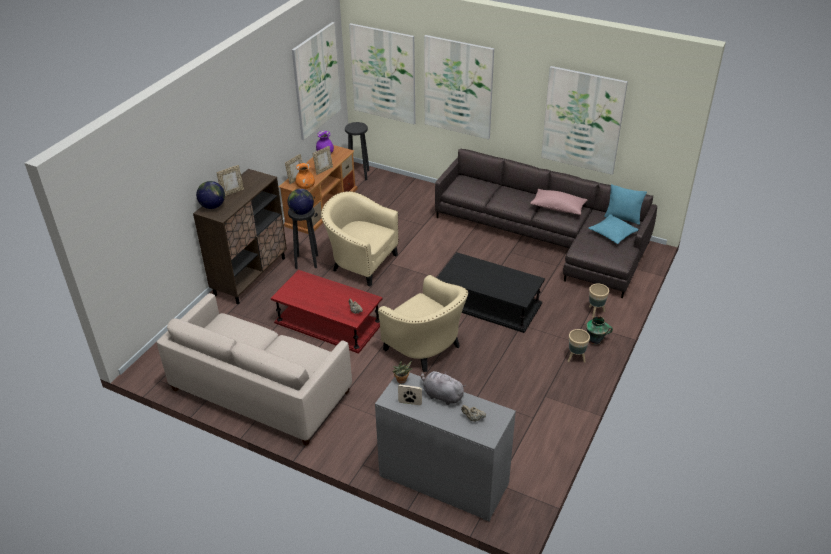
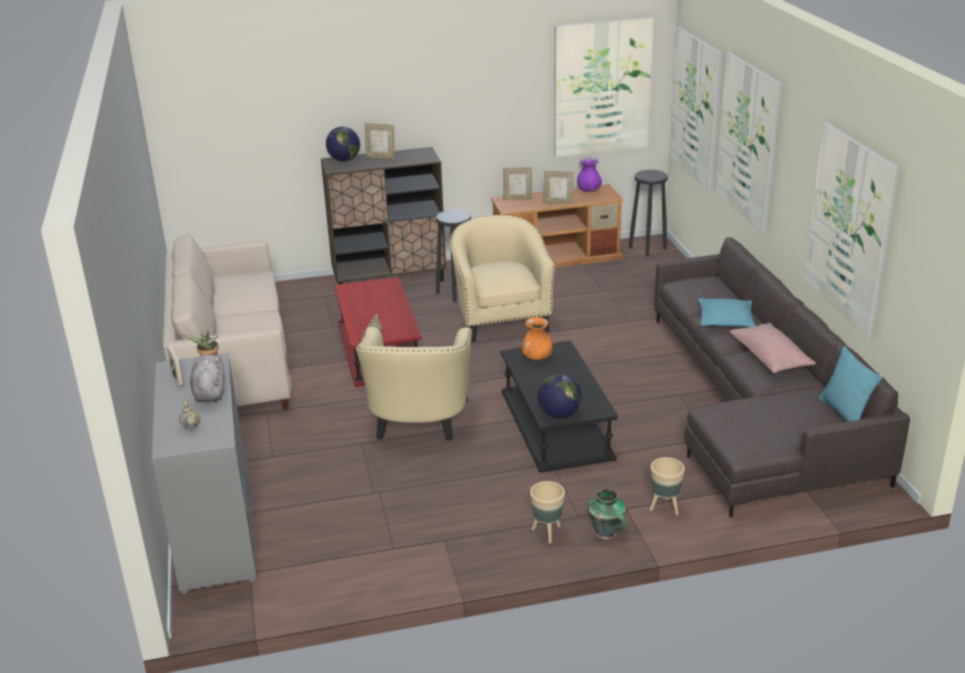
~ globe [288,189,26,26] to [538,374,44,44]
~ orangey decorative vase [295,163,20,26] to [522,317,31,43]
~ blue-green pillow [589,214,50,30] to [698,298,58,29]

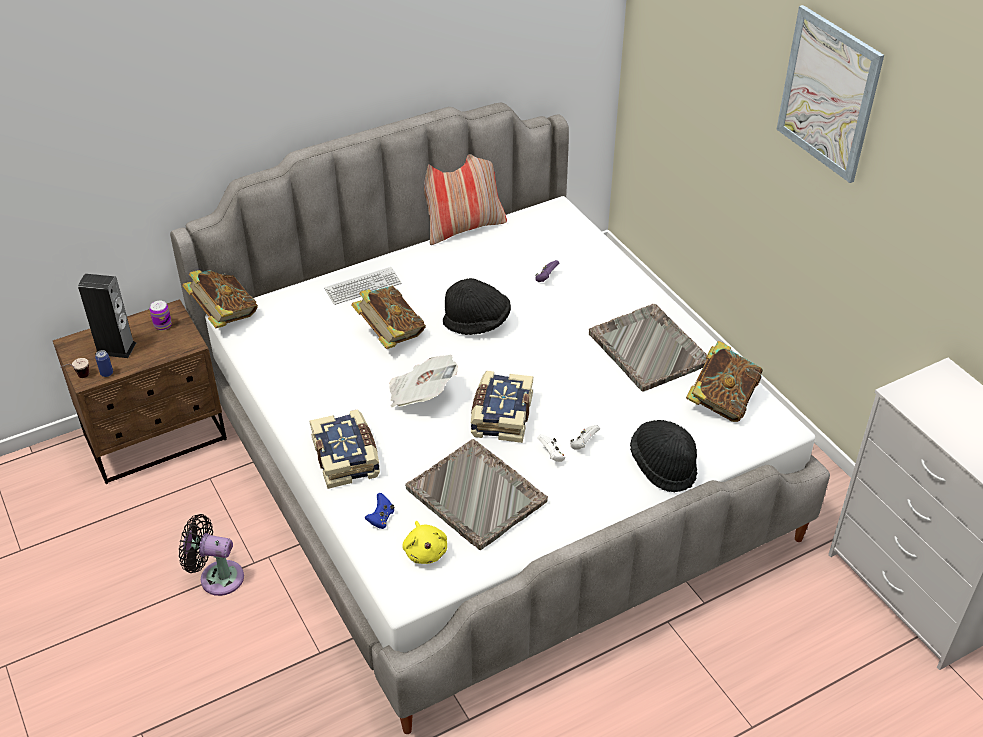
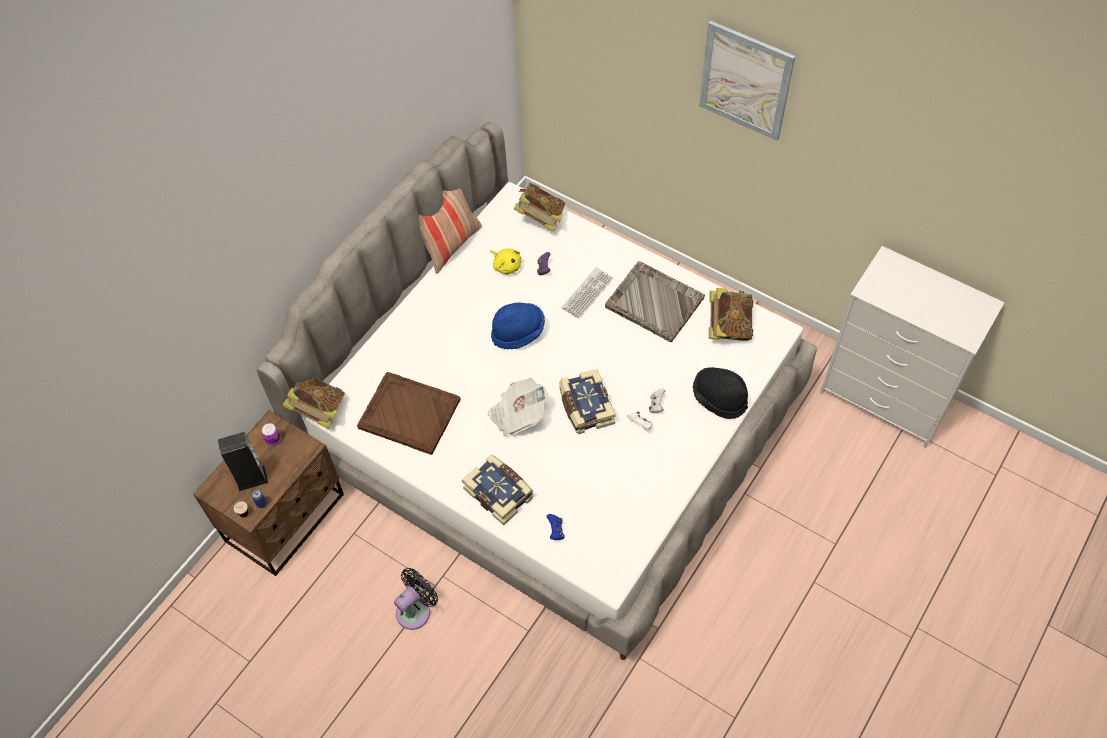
~ black-coloured electric fan [179,514,65,82] = [394,568,44,62] 150 degrees clockwise
~ keyboard [324,267,77,38] to [561,267,52,52]
~ bound book [351,286,75,63] to [514,183,52,49]
~ yellowish soft toy [402,521,45,43] to [490,248,32,26]
- grey tray [405,439,143,111]
~ black-coloured clothing hat [443,278,68,57] to bluish clothing hat [491,303,54,46]
+ brownish tray [357,372,103,83]

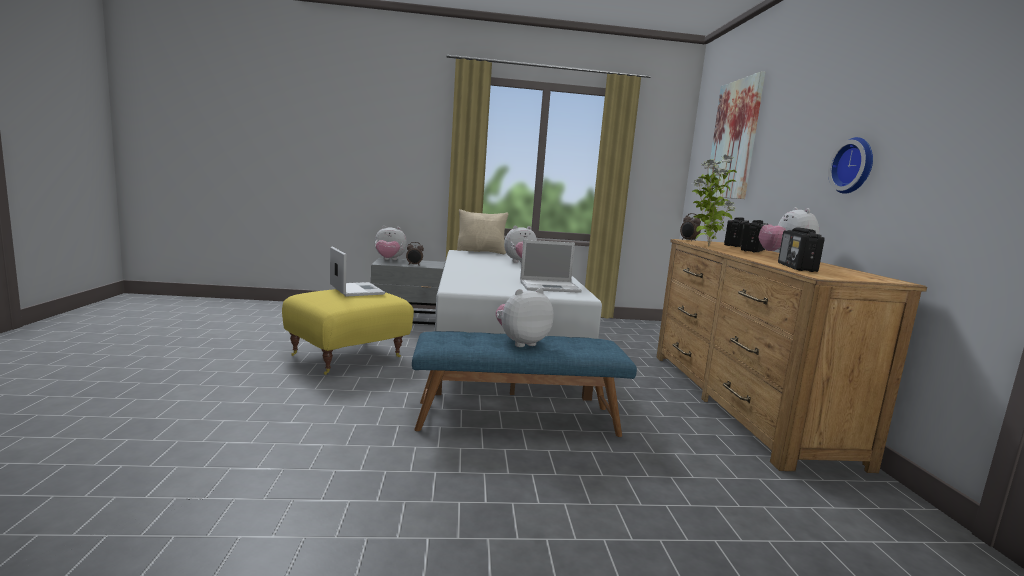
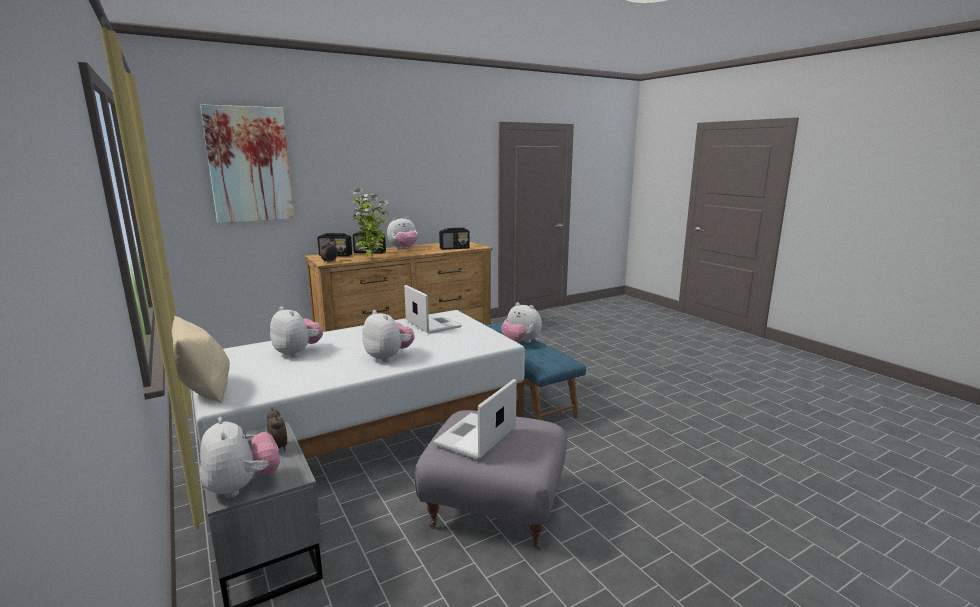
~ yellowish pouffe [282,289,132,86] to grey pouffe [414,410,153,140]
- clock on the wall [828,137,45,57]
+ soft toy [362,310,53,52]

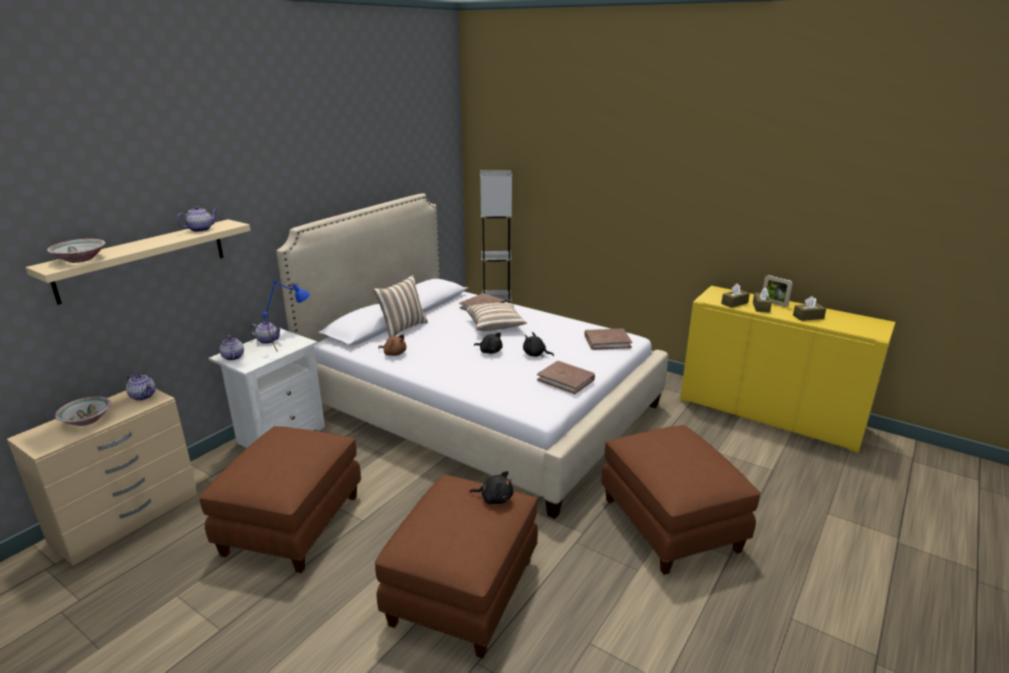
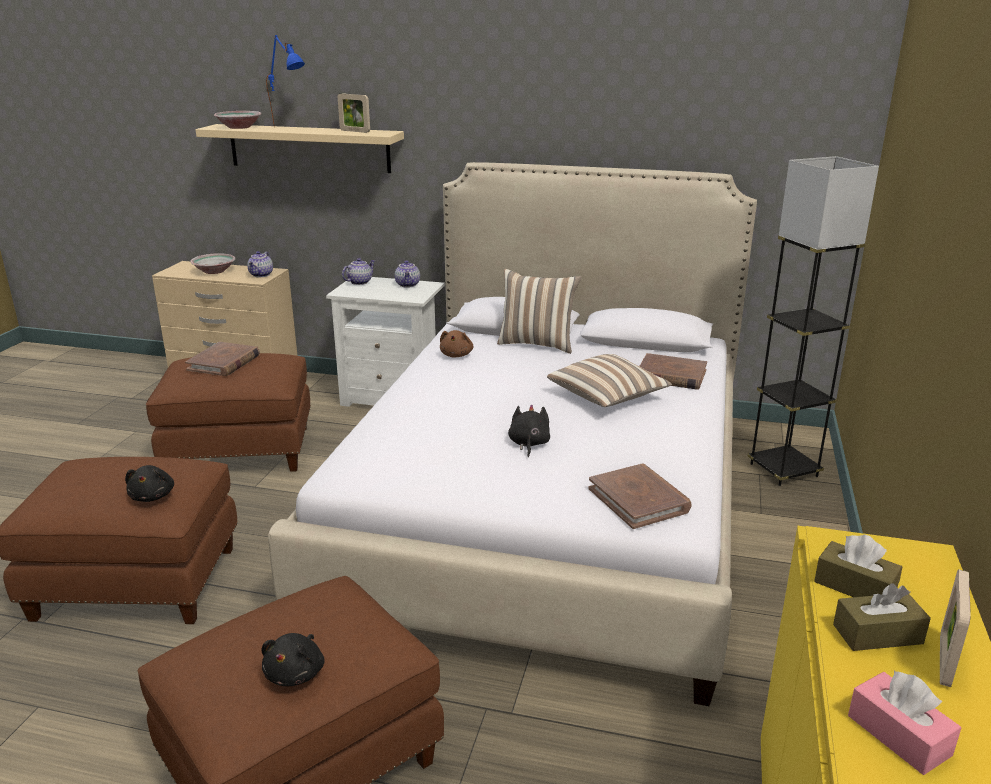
~ pot for tea [177,206,41,26] to standing frame [338,93,32,40]
~ bluish table lamp [263,280,47,72] to [266,35,39,92]
~ black-coloured soft toy [474,333,29,21] to [262,633,62,53]
~ brownish bound book [537,361,58,33] to [185,342,75,34]
~ brownish tissue holder [793,296,33,25] to pink-coloured tissue holder [848,671,113,104]

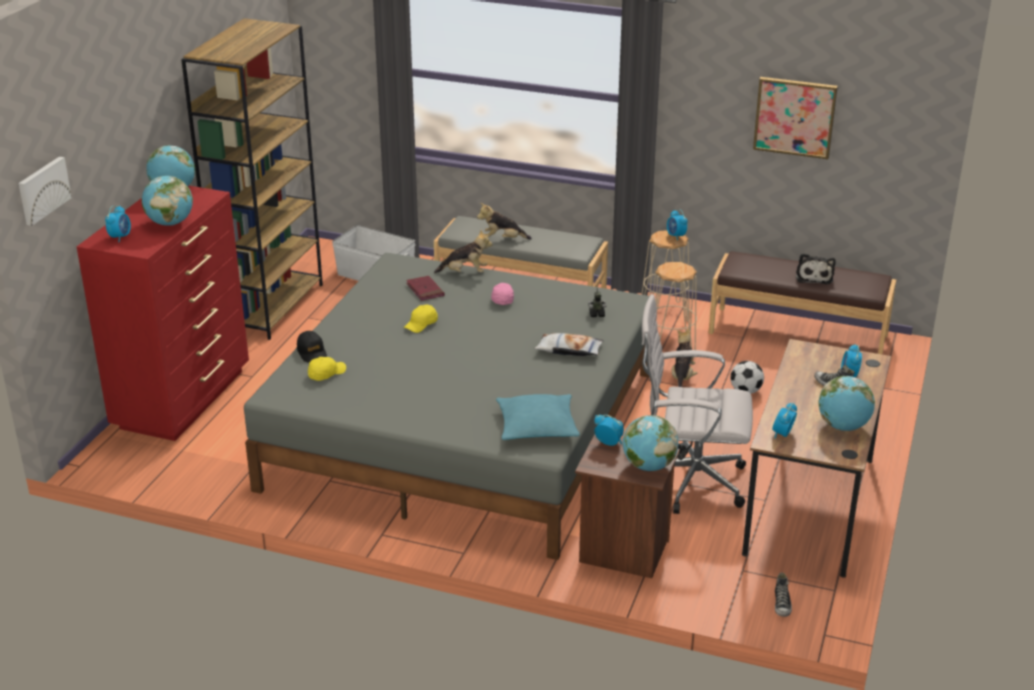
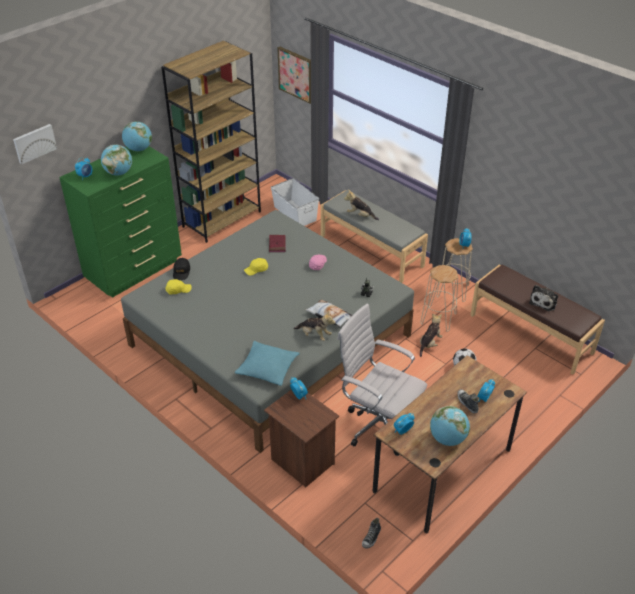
~ red-coloured dresser [77,186,172,255] to green dresser [59,146,123,152]
~ soft toy [434,230,59,43] to [294,311,42,30]
- globe [623,415,55,56]
~ wall art [753,77,85,82] to [277,47,34,57]

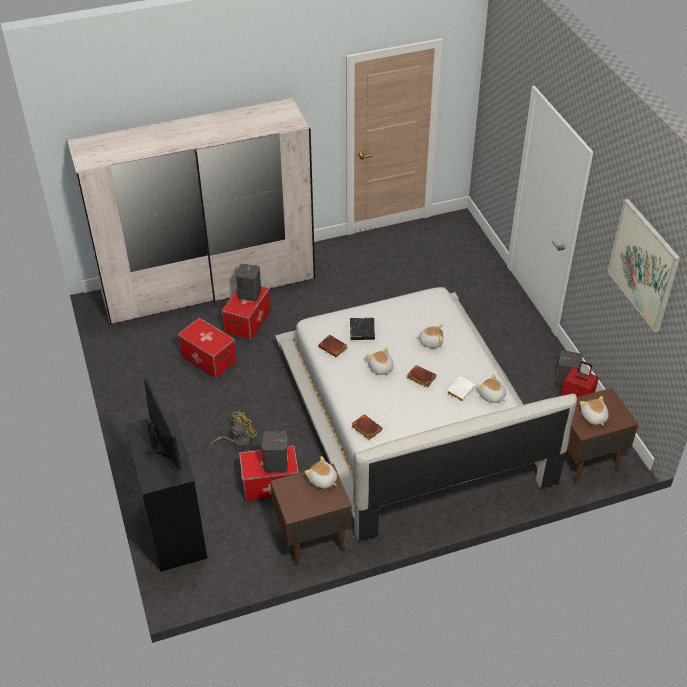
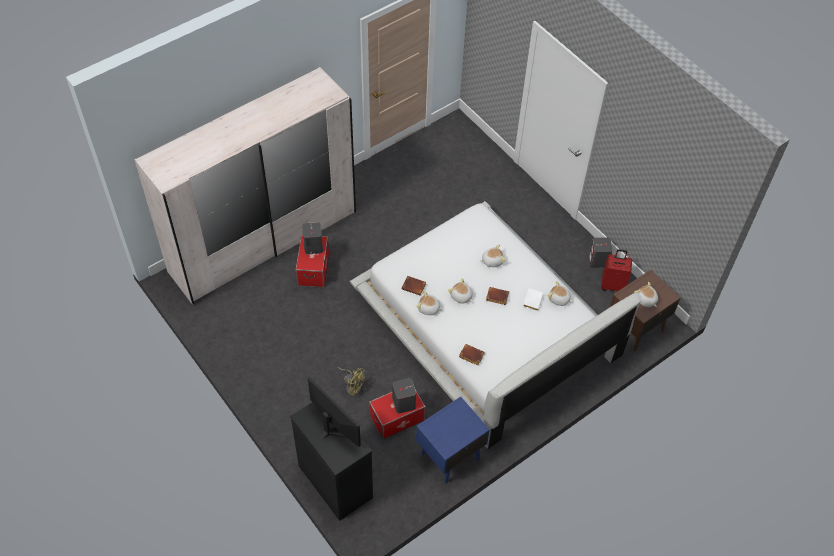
- storage container [177,318,60,60]
~ yellowish electric fan [210,411,47,36] = [338,366,27,30] 90 degrees clockwise
~ brownish nightstand [270,464,82,102] to bluish nightstand [416,396,74,88]
~ soft toy [304,456,33,33] to [416,291,26,24]
- black-coloured bound book [350,318,25,22]
- wall art [607,199,73,133]

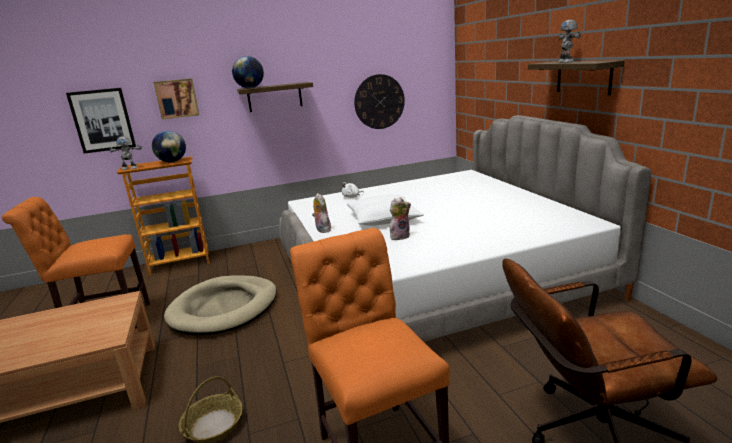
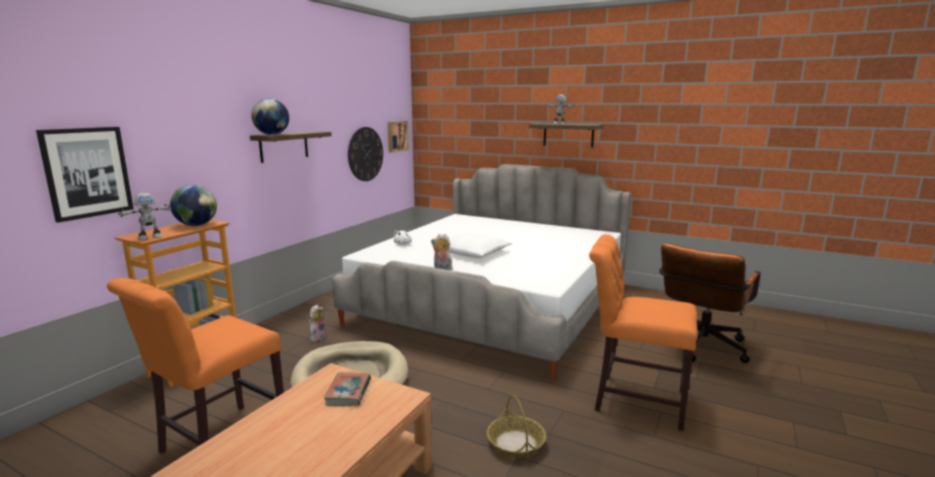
~ wall art [153,79,46,40] to [388,121,21,31]
~ soft toy [390,197,21,43] to [309,304,16,38]
+ bound book [324,372,47,34]

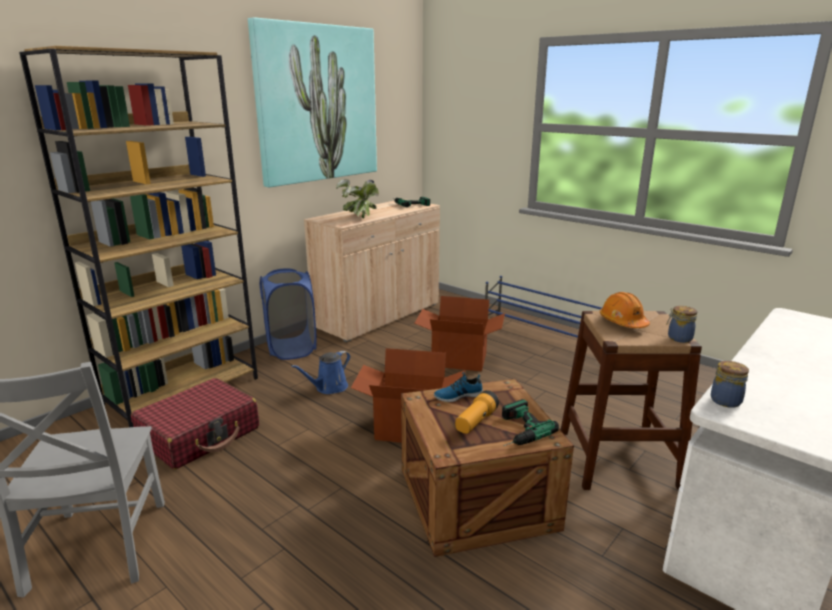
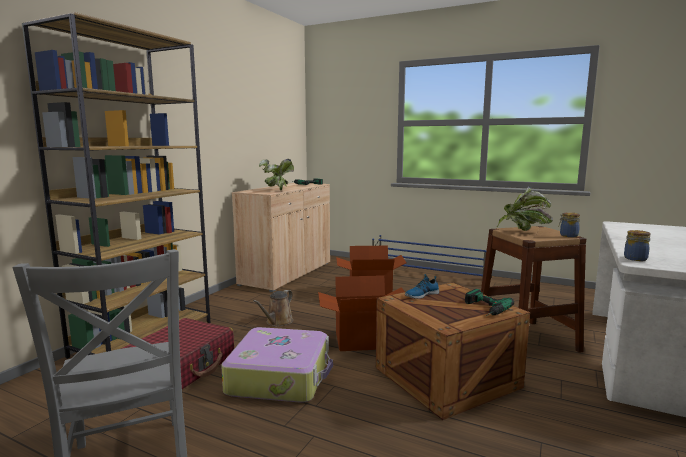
- wall art [248,17,129,170]
- bluish washing basket [260,268,57,92]
~ bluish sprinkling can [291,351,59,43] to brownish sprinkling can [253,290,41,37]
- hand torch [455,390,44,44]
~ orangey work helmet [600,292,50,36] to houseplant [497,186,56,45]
+ suitcase [221,327,112,76]

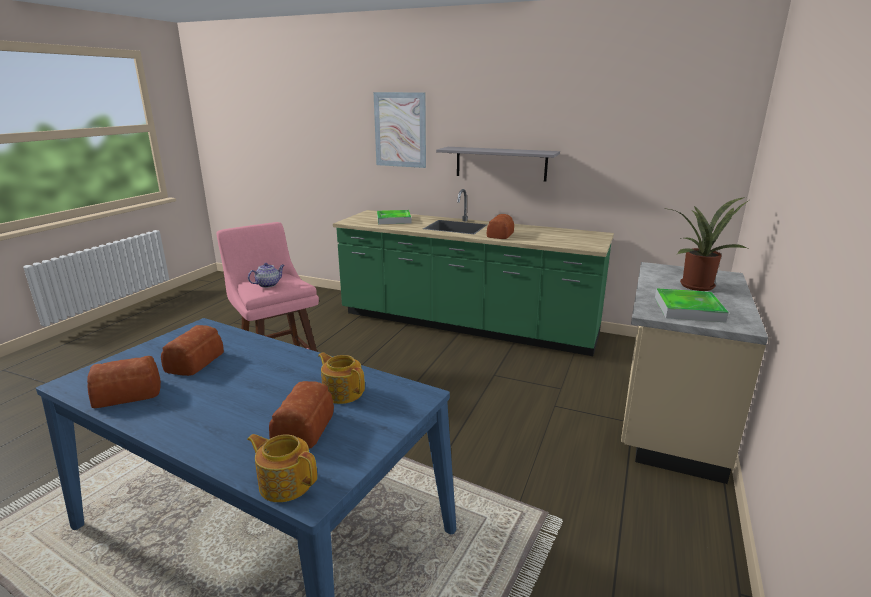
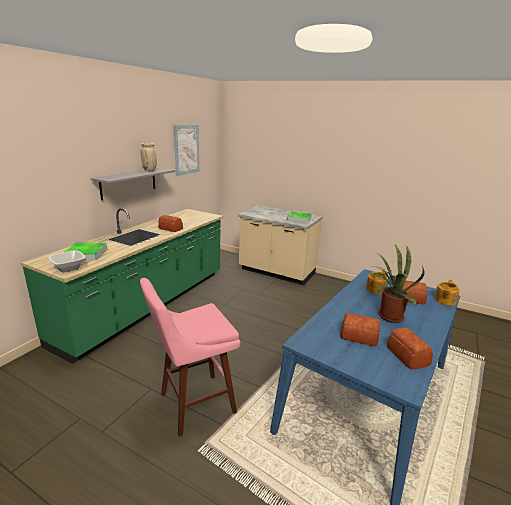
- pot for tea [248,263,36,25]
~ wall art [373,92,53,76] to [173,125,27,51]
~ houseplant [663,197,86,94] to [370,245,54,78]
+ deep dish [48,250,37,22]
+ sand-coloured decorative vase [141,143,16,28]

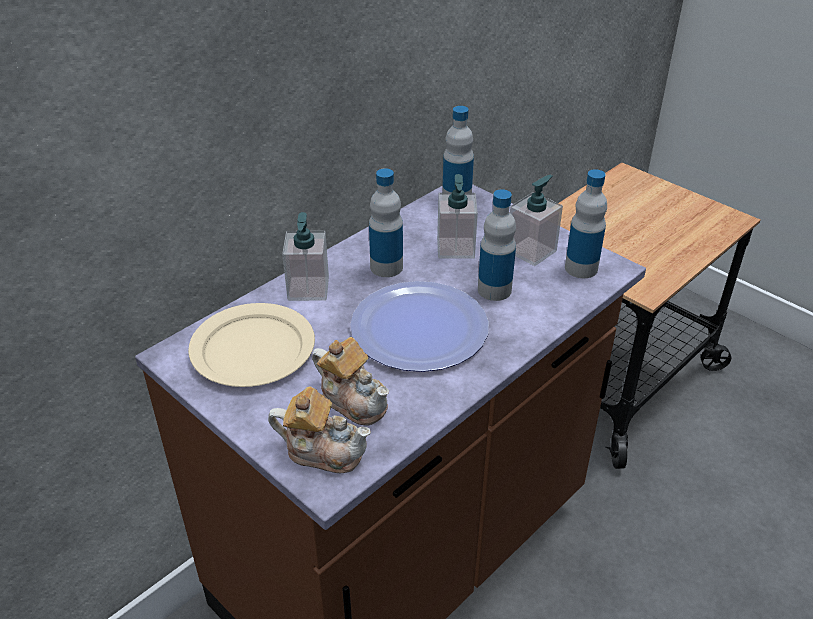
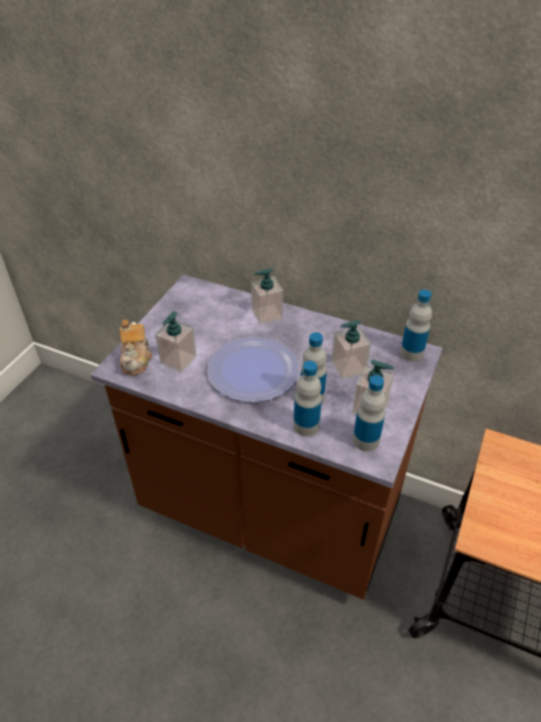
- sand-coloured flat dish [188,303,127,84]
~ pot for tea [312,337,77,89] to soap bottle [155,311,42,61]
~ drink bottle [369,168,34,109] to [293,361,29,76]

